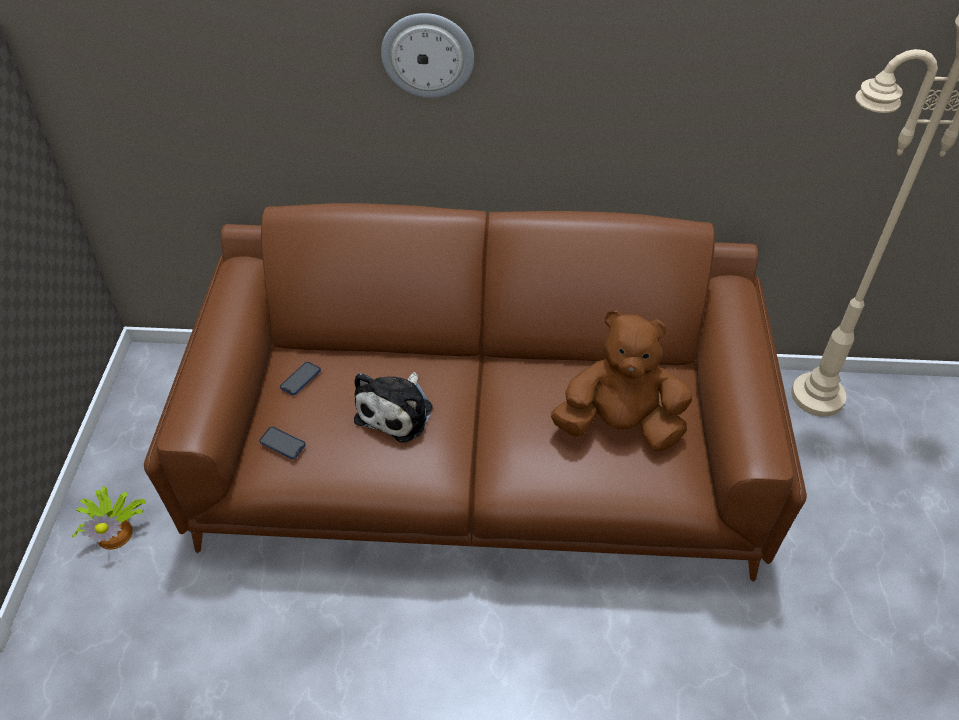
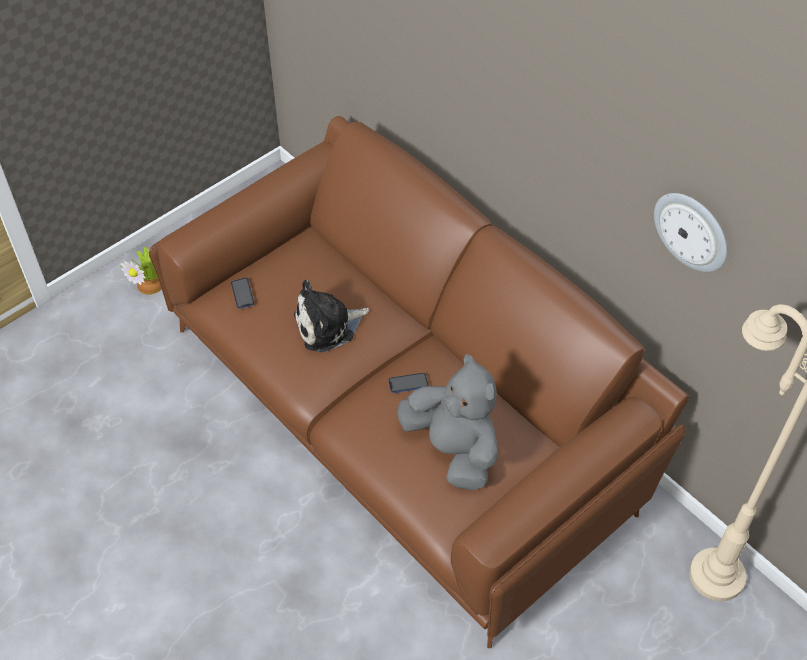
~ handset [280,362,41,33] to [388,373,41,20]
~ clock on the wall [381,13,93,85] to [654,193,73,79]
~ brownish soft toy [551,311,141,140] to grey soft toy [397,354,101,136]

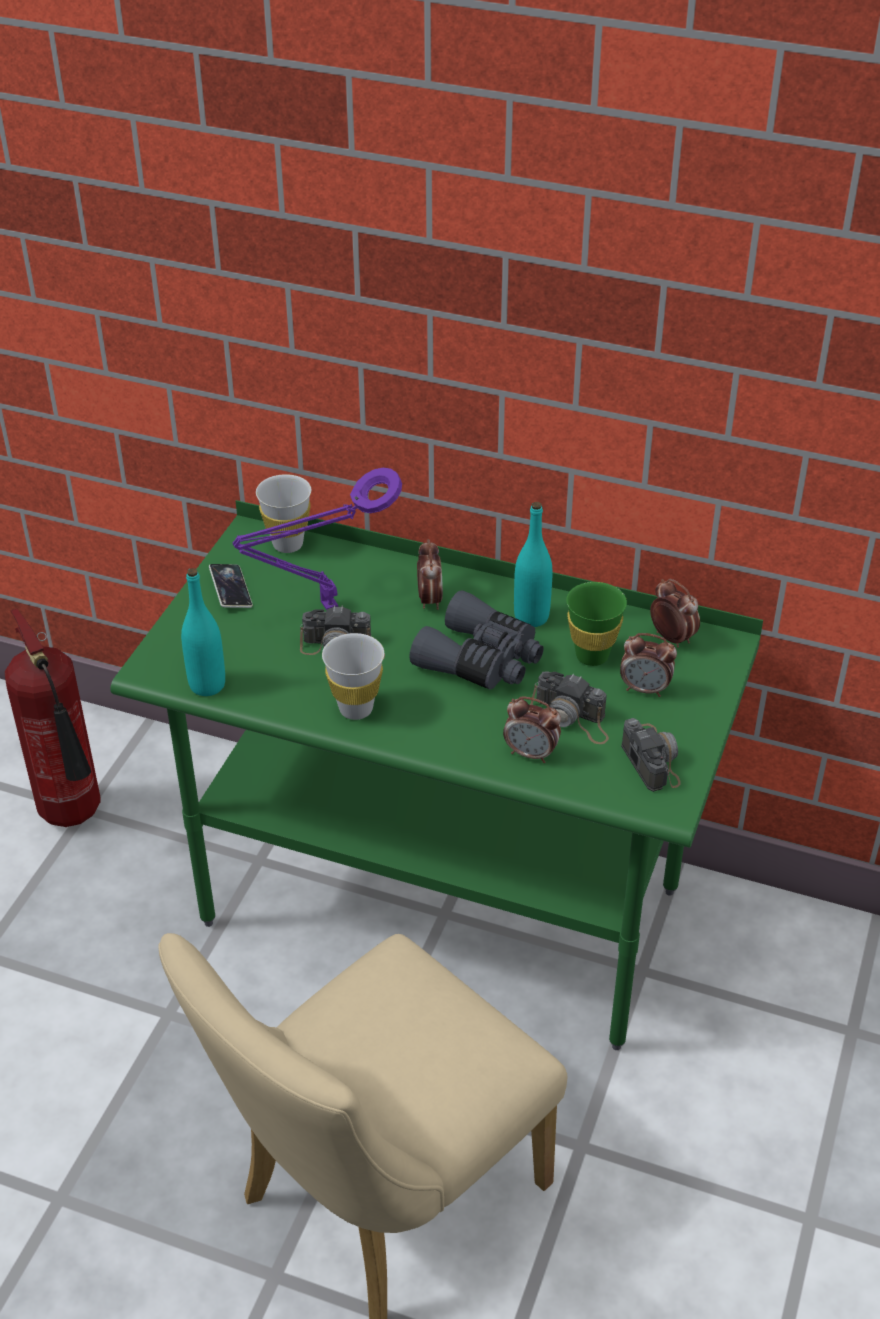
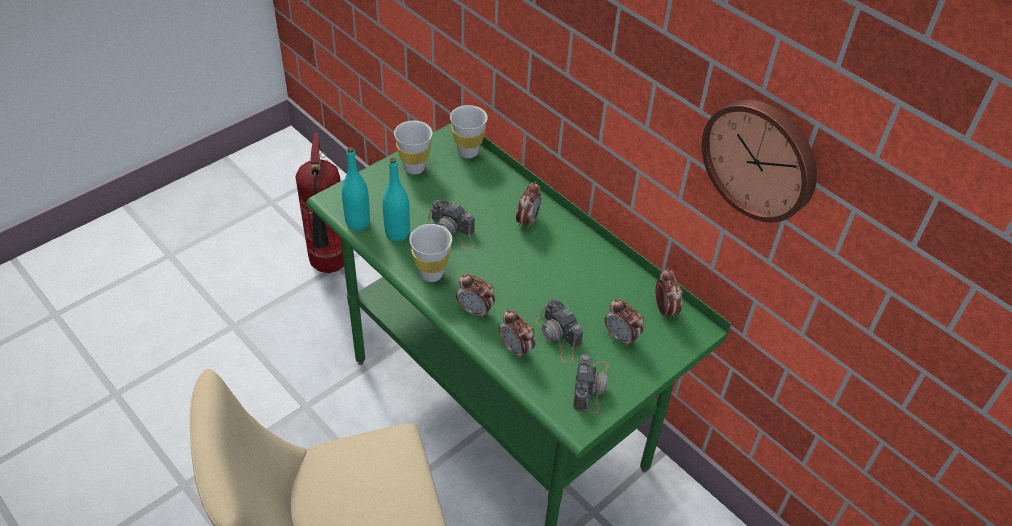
~ handset [209,564,44,44] to white-coloured drinking cup [394,121,38,53]
- purple table lamp [233,468,169,142]
- grey pair of binoculars [410,590,134,99]
~ blue-green drink bottle [514,502,38,125] to [383,158,27,83]
- green drinking cup [566,582,61,84]
+ alarm clock [456,274,39,45]
+ clock on the wall [702,99,115,123]

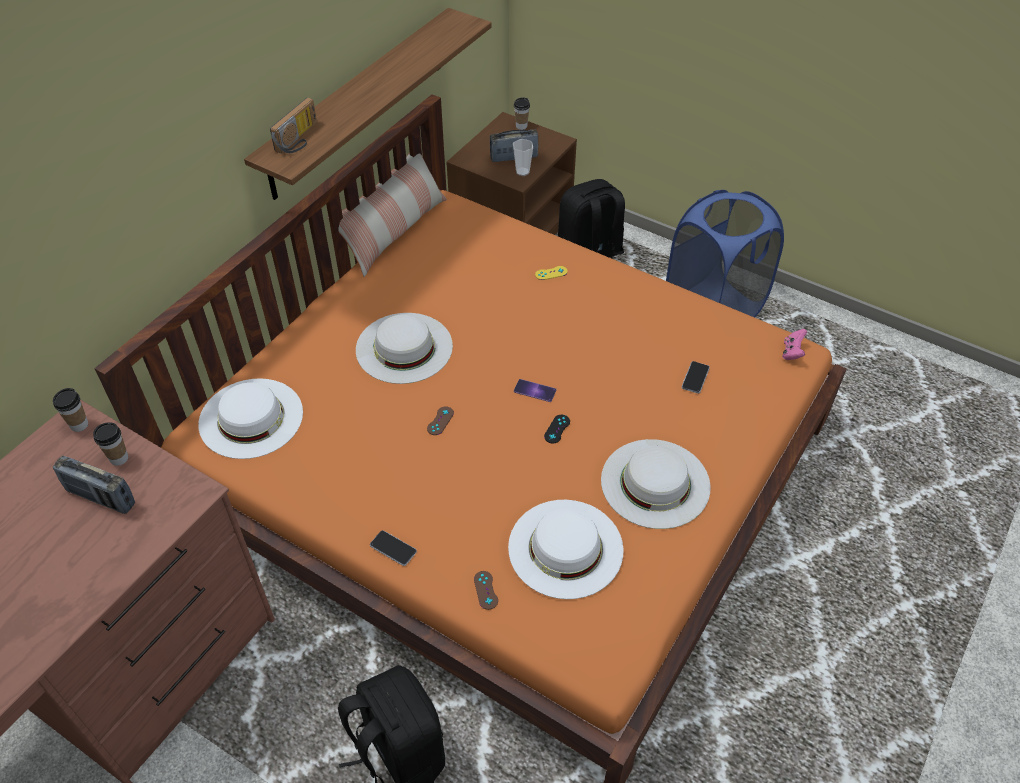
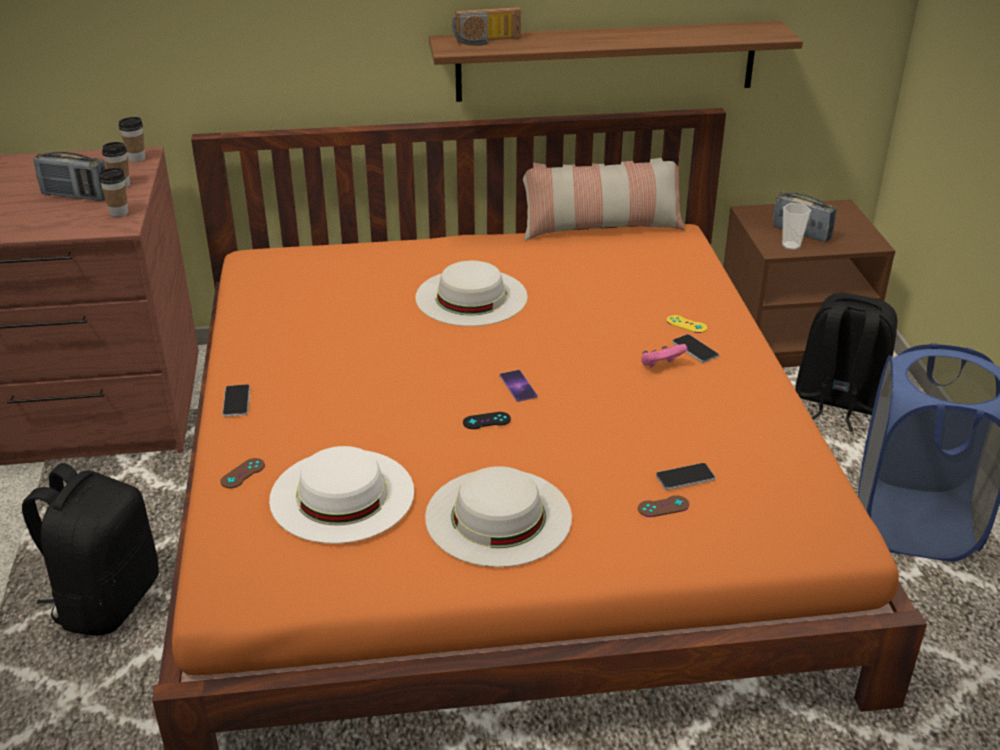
~ radio [53,456,82,58] = [33,152,73,49] 60 degrees counterclockwise
- white-coloured clothing hat [198,378,105,81]
~ brownish joypad [427,406,27,29] to [638,495,51,22]
~ drinking cup [514,97,16,33] to [99,168,29,49]
~ pink-coloured joypad [782,329,25,31] to [641,344,46,24]
+ handset [672,334,47,29]

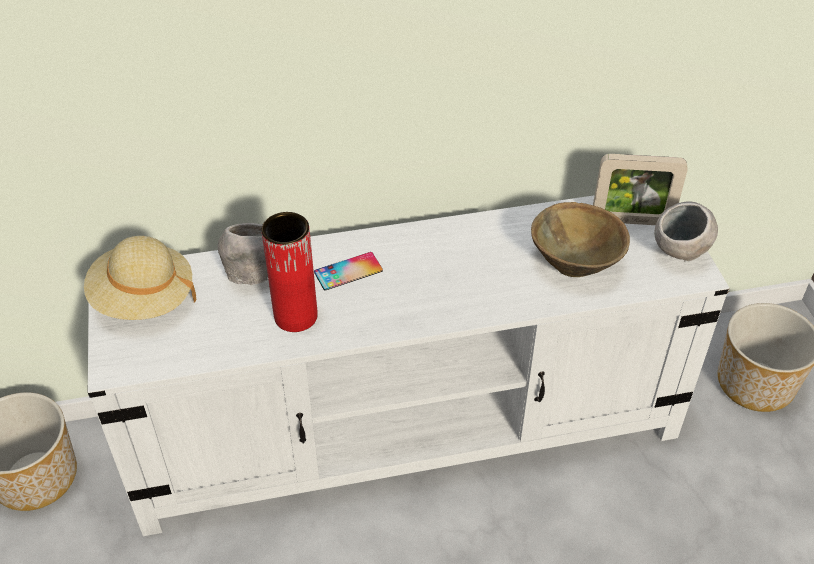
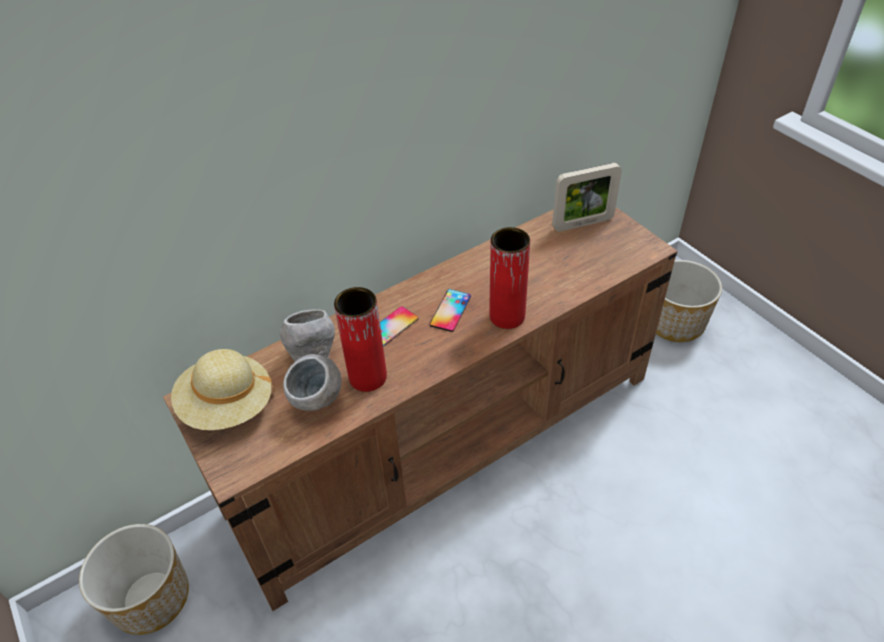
~ white-coloured tv stand [87,195,642,341] to brownish tv stand [163,207,514,404]
- brownish deep dish [531,202,99,75]
~ grey deep dish [654,201,64,60] to [283,354,58,57]
+ handset [429,289,42,43]
+ red-coloured decorative vase [489,227,41,102]

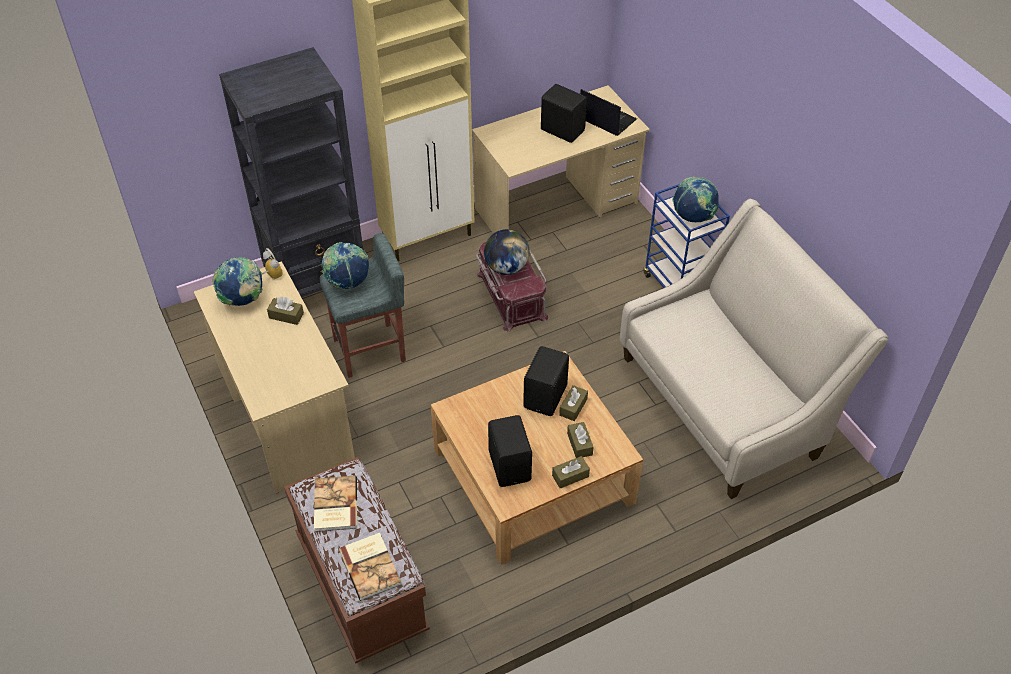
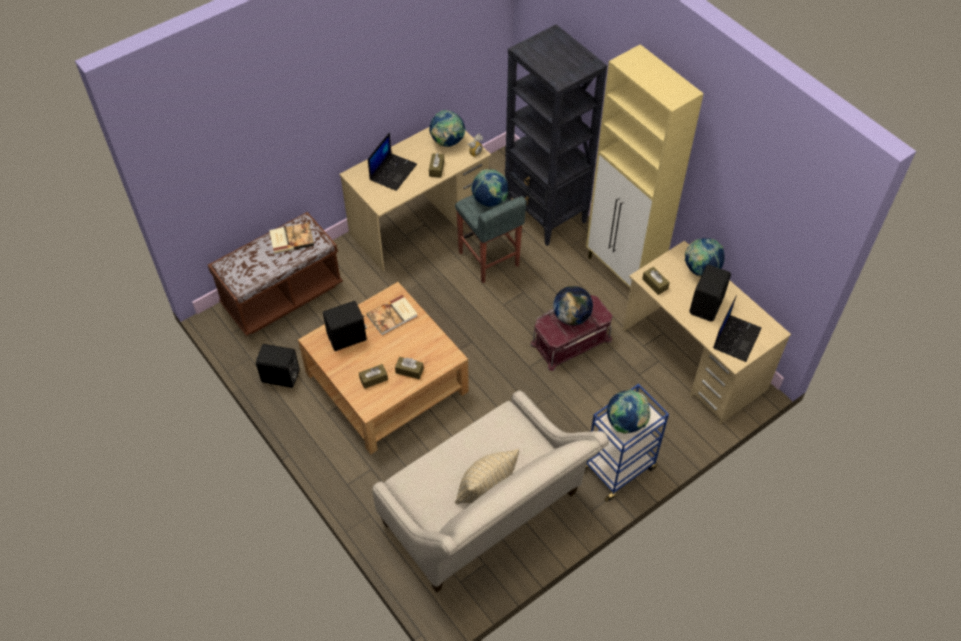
~ bound book [339,533,62,68] to [367,295,50,40]
~ black-coloured speaker [523,346,46,70] to [256,344,44,44]
~ brownish tissue holder [552,456,38,33] to [642,267,28,28]
+ portable computer [368,132,49,59]
+ sand-coloured pillow [455,449,64,55]
+ globe [685,238,39,39]

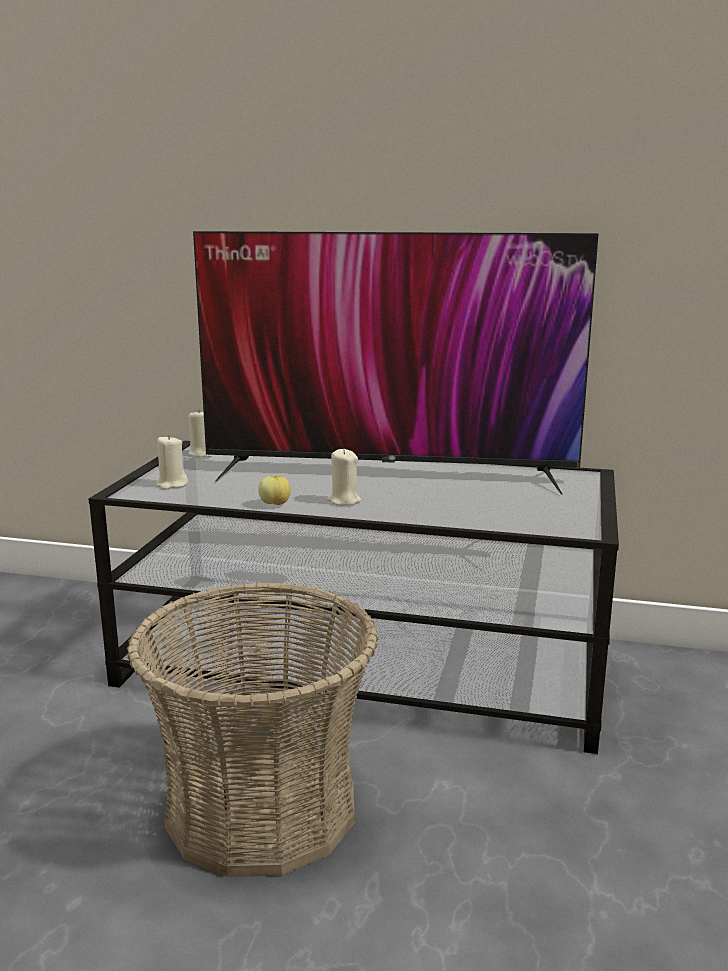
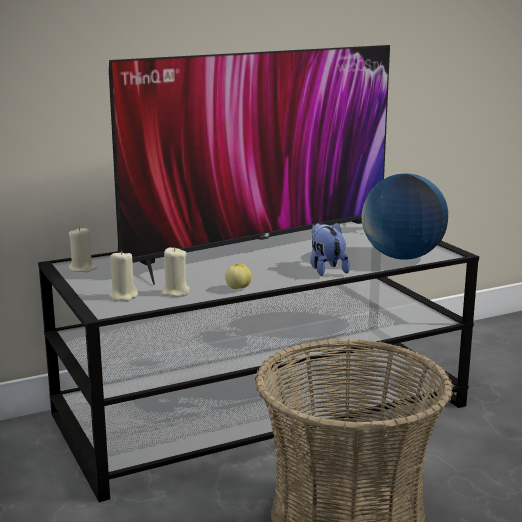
~ sand-coloured wax candle [326,449,35,57] to [161,247,29,50]
+ soft toy [310,222,40,54]
+ globe [362,174,86,86]

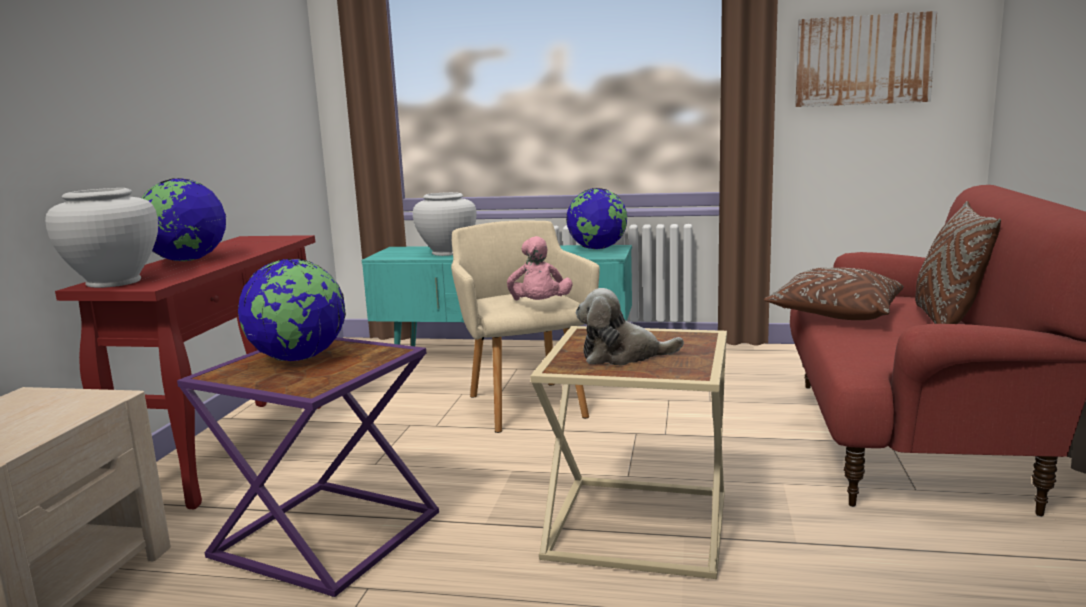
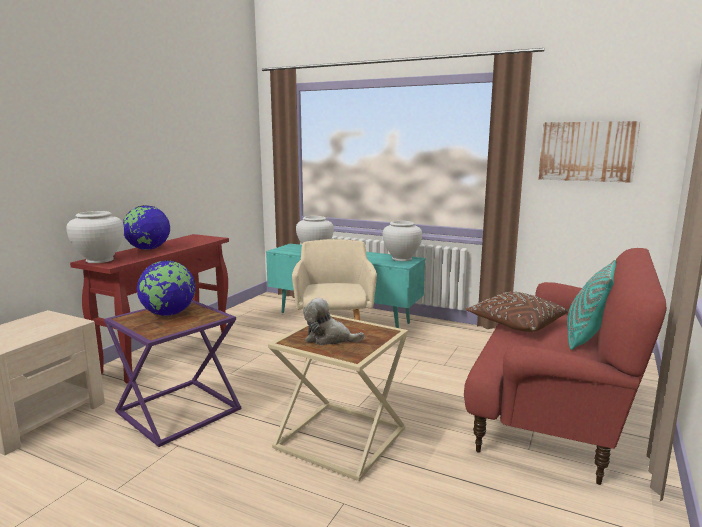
- pink-coloured soft toy [507,236,66,65]
~ globe [566,188,61,61] to white-coloured decorative vase [382,221,40,40]
~ brownish pillow [915,201,86,123] to blue-green pillow [567,260,49,90]

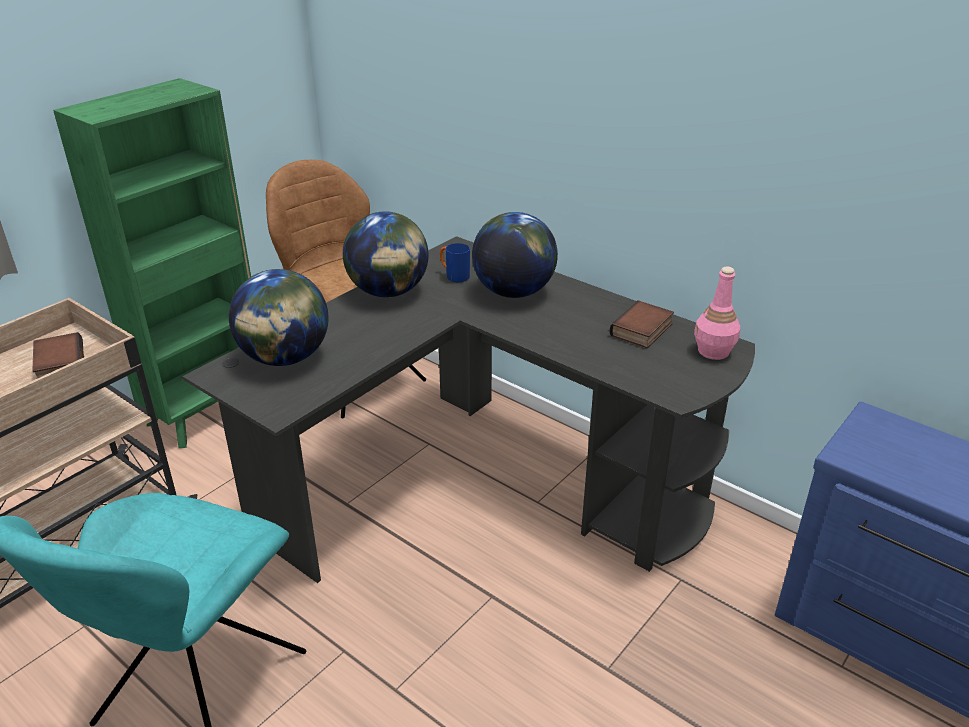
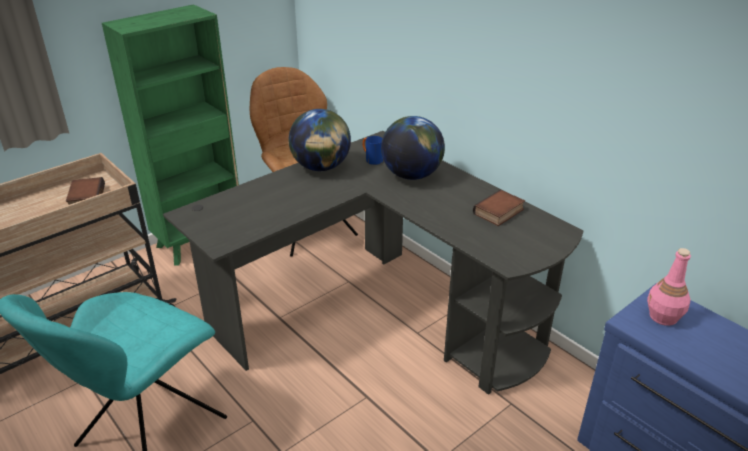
- globe [229,269,100,97]
~ pink-coloured drink bottle [694,266,46,94] to [647,248,44,78]

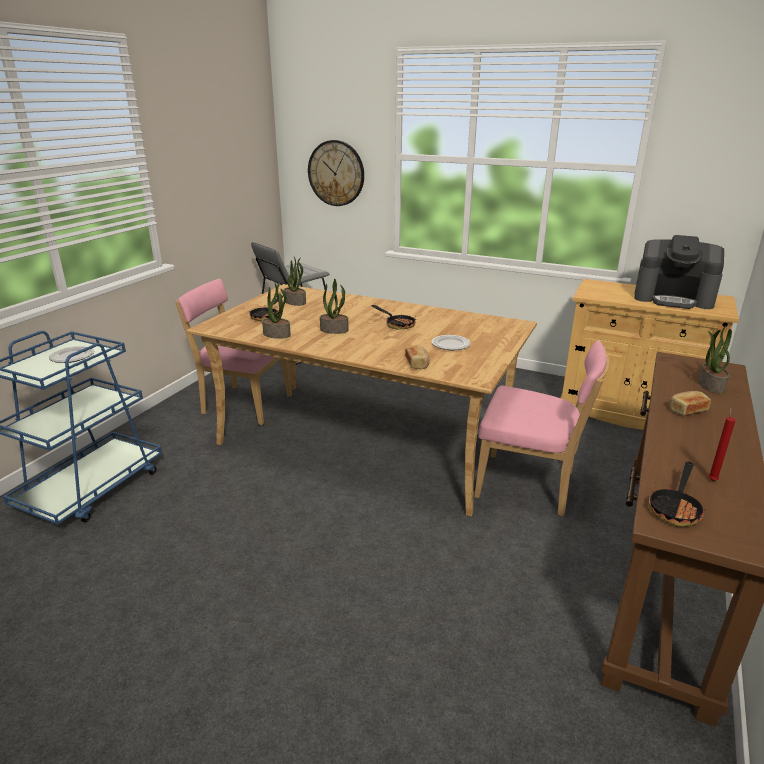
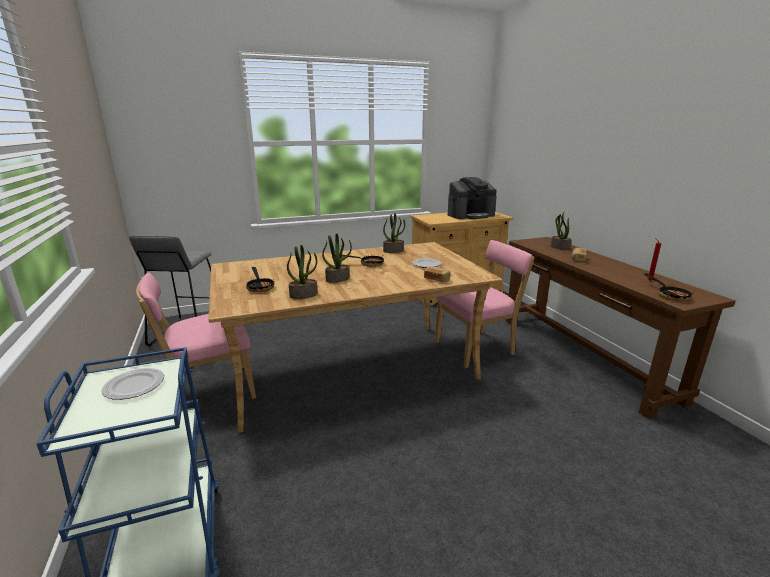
~ houseplant [284,257,22,49] to [383,213,22,40]
- clock on the wall [308,140,56,66]

